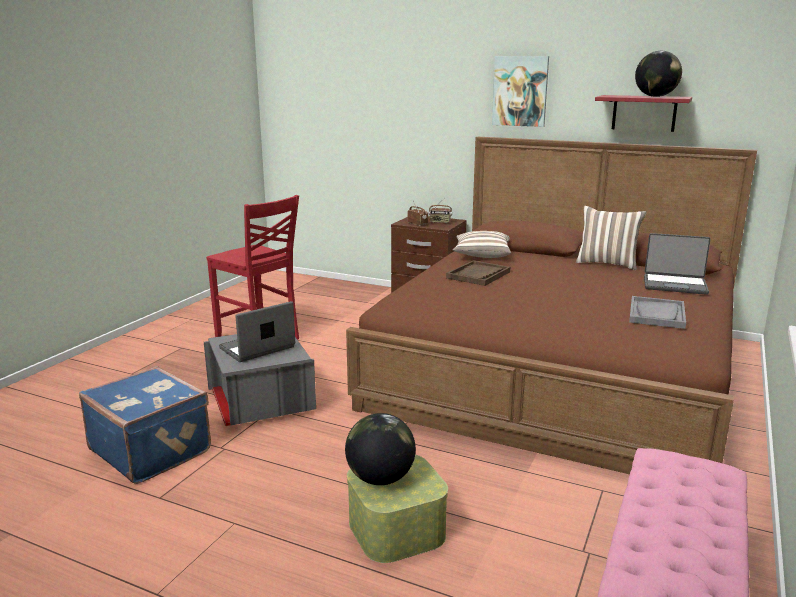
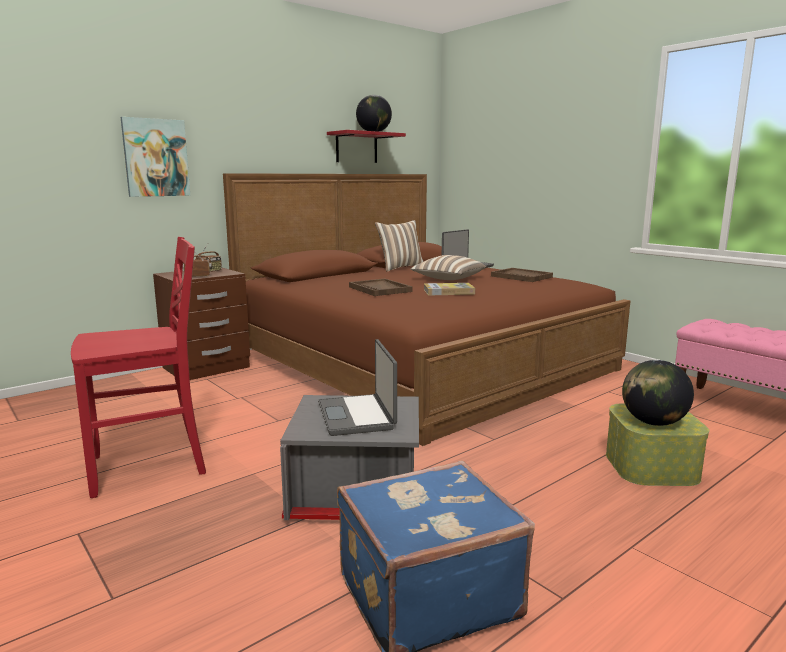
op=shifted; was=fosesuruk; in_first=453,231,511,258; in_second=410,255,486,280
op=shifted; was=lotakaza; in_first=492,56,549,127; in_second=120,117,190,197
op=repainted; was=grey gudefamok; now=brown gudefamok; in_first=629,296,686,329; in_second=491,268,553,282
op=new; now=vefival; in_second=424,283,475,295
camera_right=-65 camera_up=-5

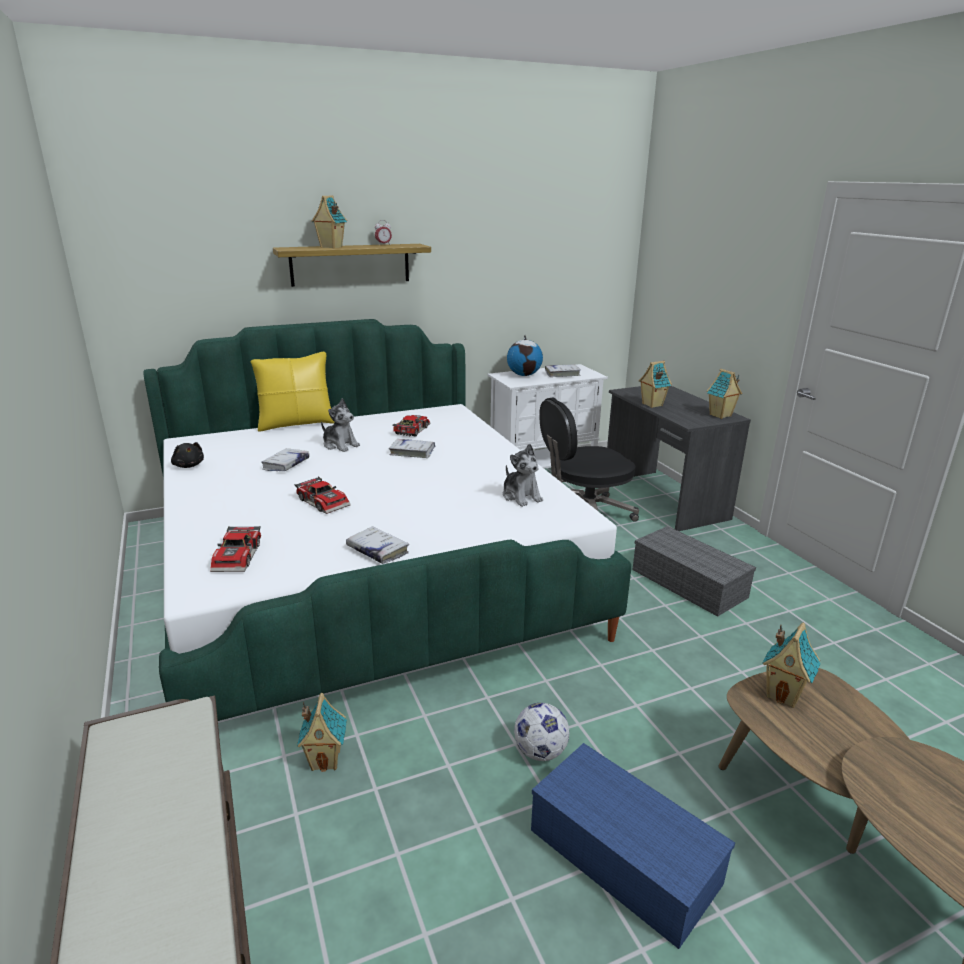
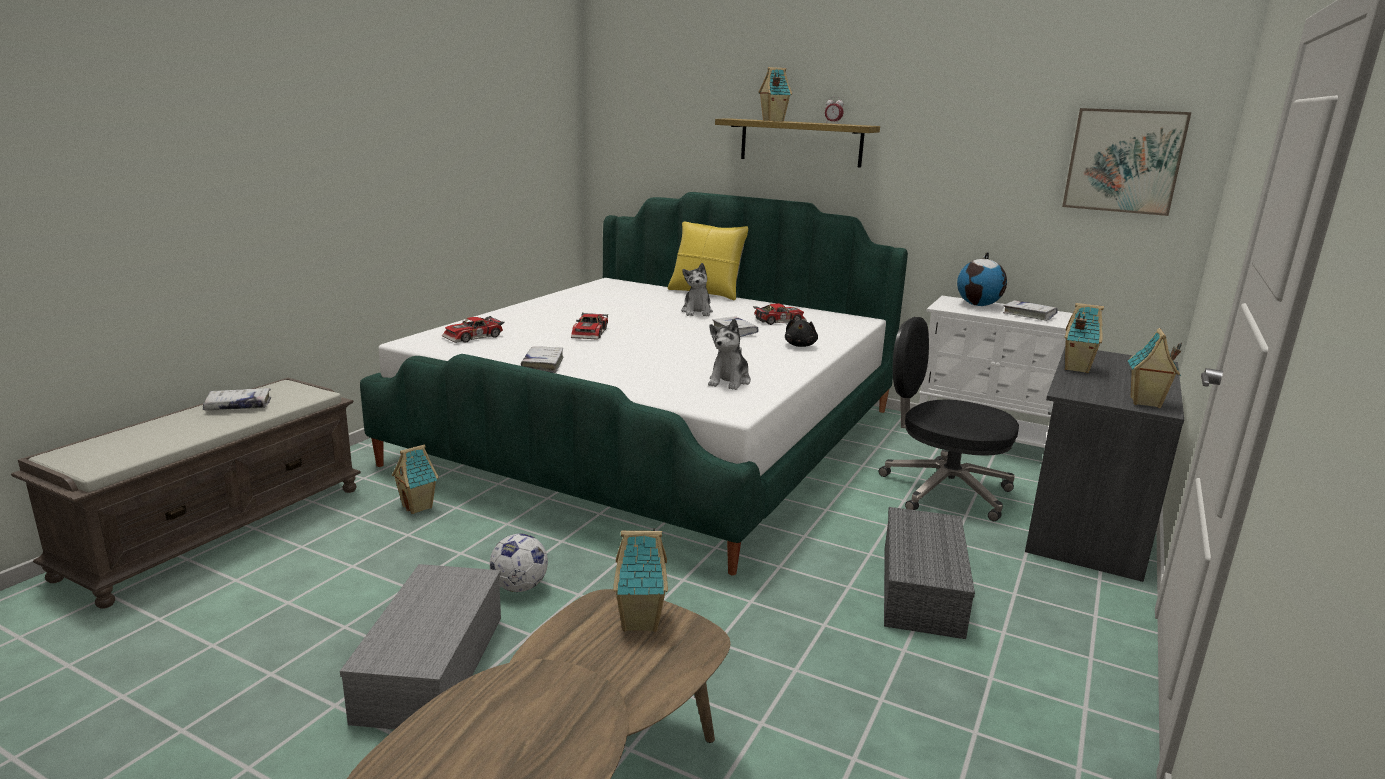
op=shifted; was=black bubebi; in_first=171,442,204,468; in_second=785,319,818,347
op=shifted; was=white vefival; in_first=262,448,310,471; in_second=203,388,271,410
op=repainted; was=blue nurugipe; now=grey nurugipe; in_first=531,743,735,949; in_second=340,564,501,729
op=new; now=lotakaza; in_second=1062,108,1192,216
camera_right=50 camera_up=-5

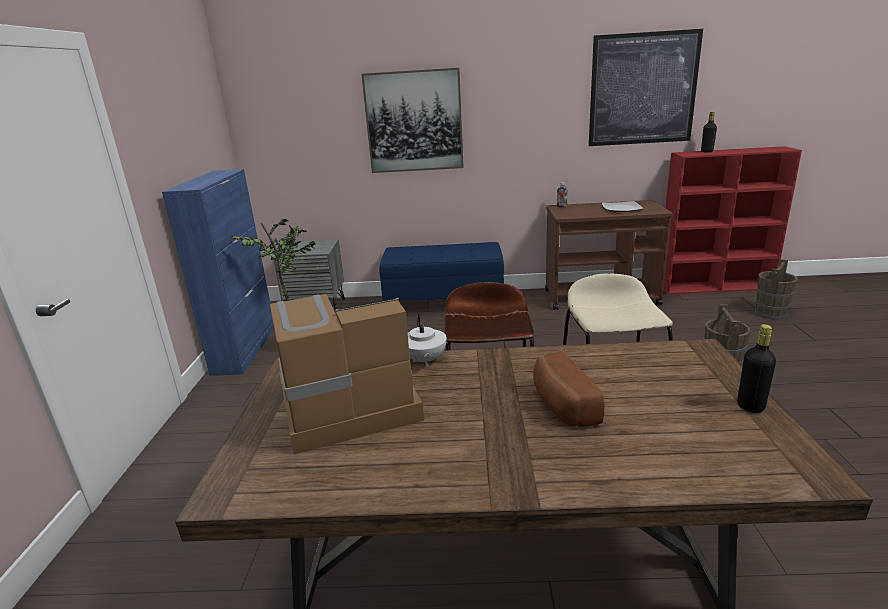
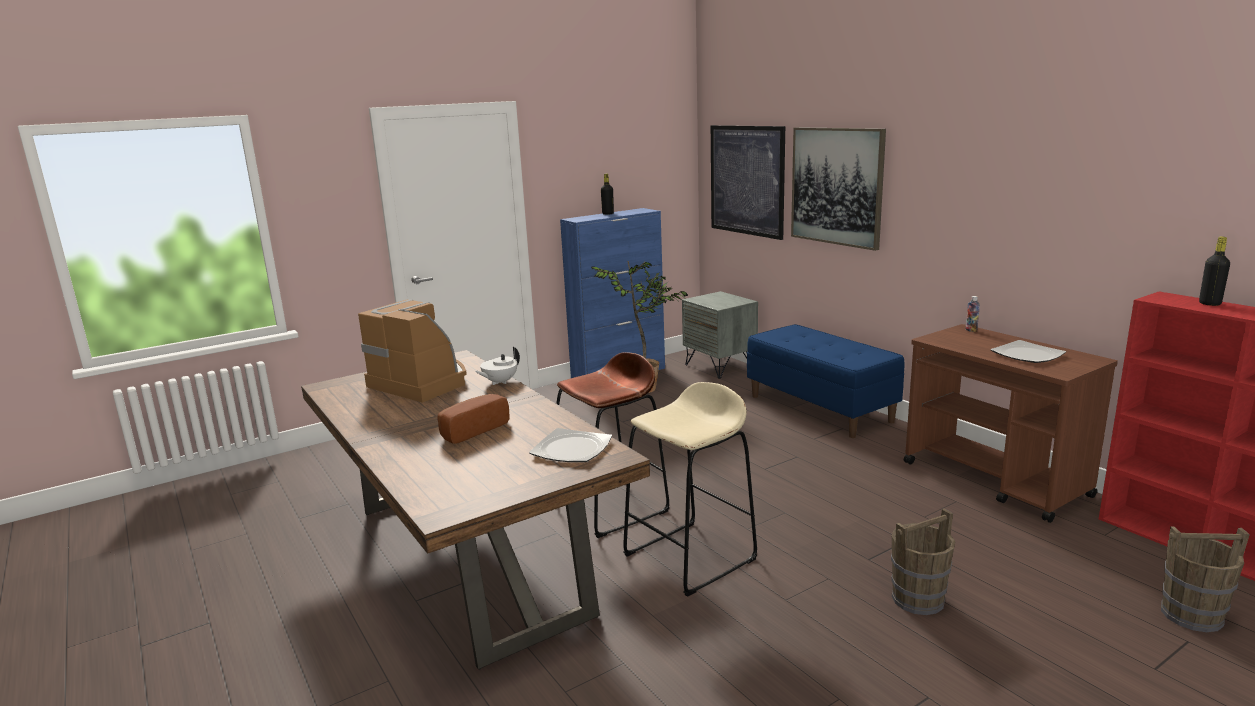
op=shifted; was=lotakaza; in_first=589,29,703,146; in_second=711,125,785,240
op=shifted; was=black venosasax; in_first=737,324,776,413; in_second=601,174,614,215
op=new; now=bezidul; in_second=529,428,612,462
camera_right=55 camera_up=-5

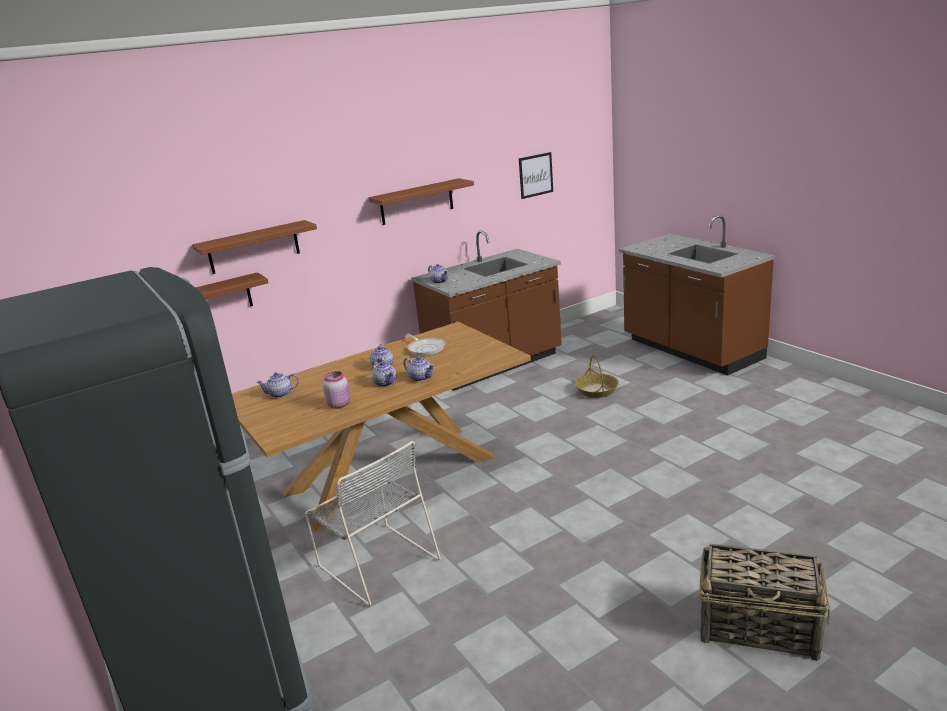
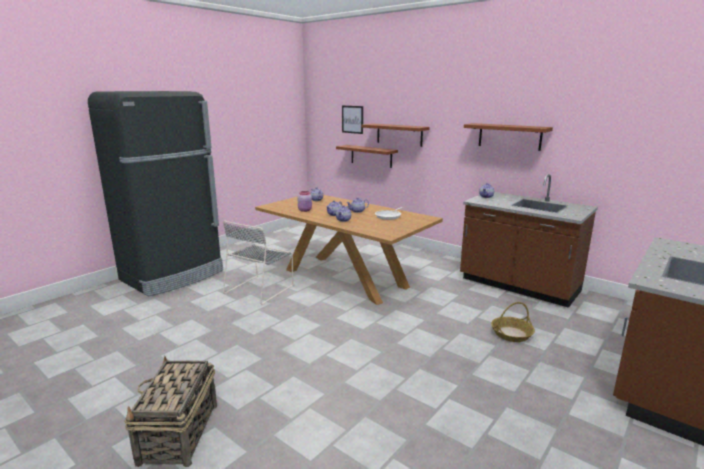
op=shifted; was=lotakaza; in_first=519,152,553,199; in_second=342,106,363,134
camera_right=70 camera_up=-5

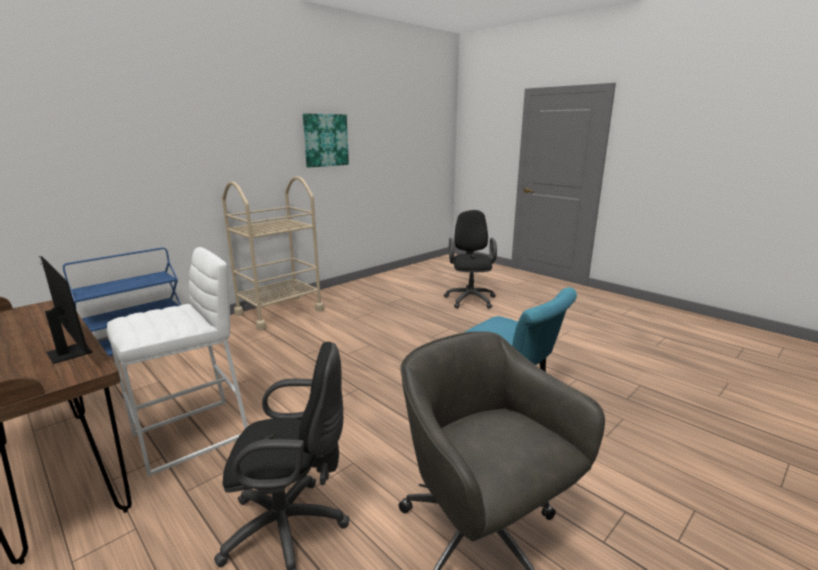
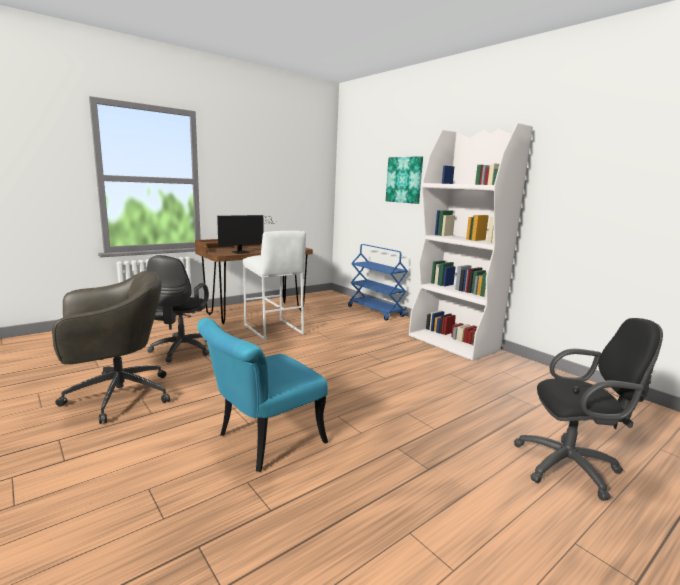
op=swapped; was=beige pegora; now=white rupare; in_first=222,176,324,330; in_second=409,123,533,361
op=shifted; was=lotakaza; in_first=303,114,349,168; in_second=386,156,423,204
camera_right=95 camera_up=-5

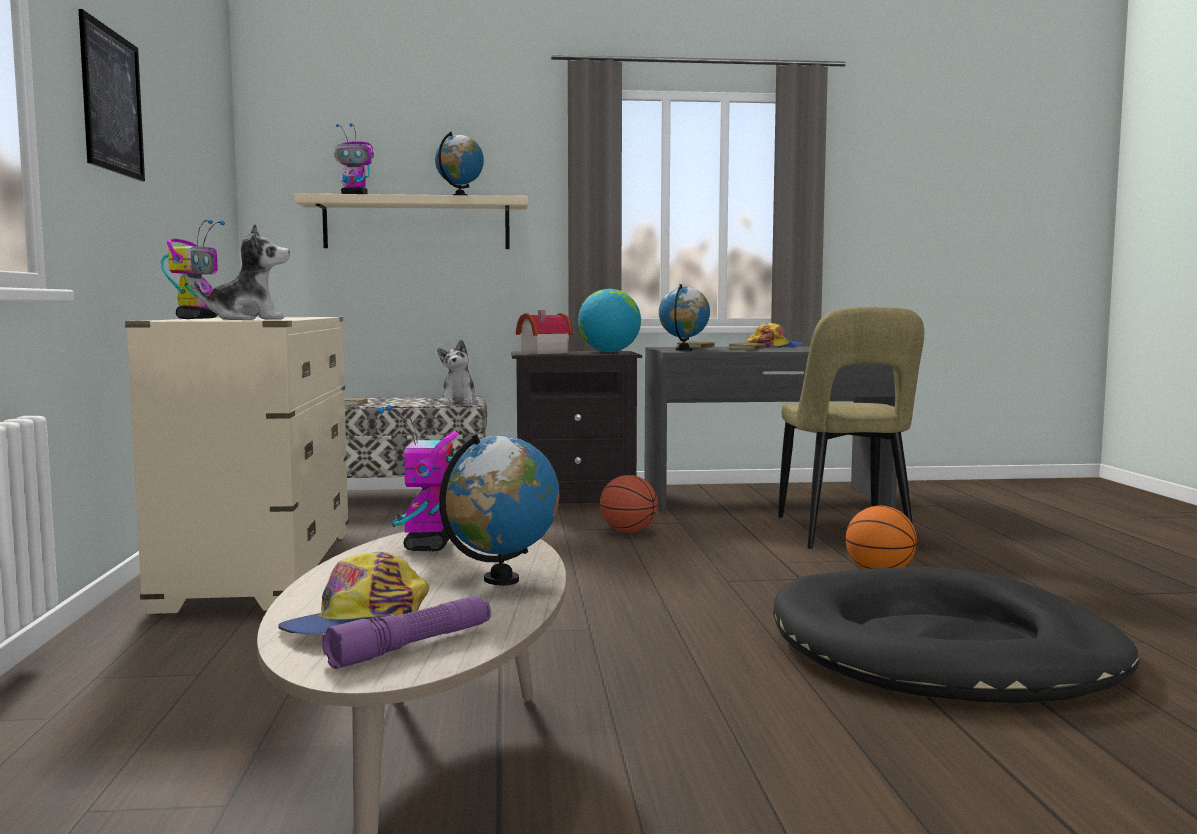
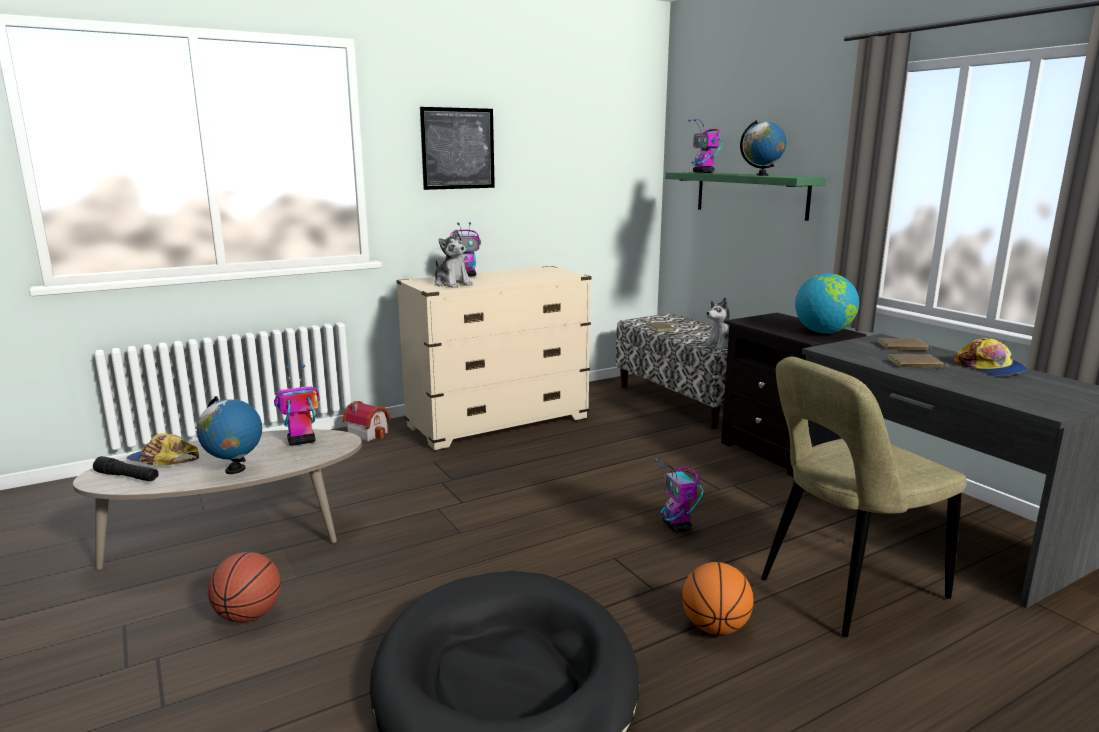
op=repainted; was=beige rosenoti; now=green rosenoti; in_first=294,193,528,249; in_second=665,172,826,221
op=repainted; was=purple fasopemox; now=black fasopemox; in_first=322,595,491,669; in_second=93,456,159,482
op=shifted; was=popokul; in_first=516,310,573,354; in_second=343,401,391,441
op=shifted; was=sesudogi; in_first=600,475,658,533; in_second=208,552,281,623
op=gone; was=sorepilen; in_first=659,284,710,351
op=new; now=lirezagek; in_second=654,458,704,532
camera_right=65 camera_up=10

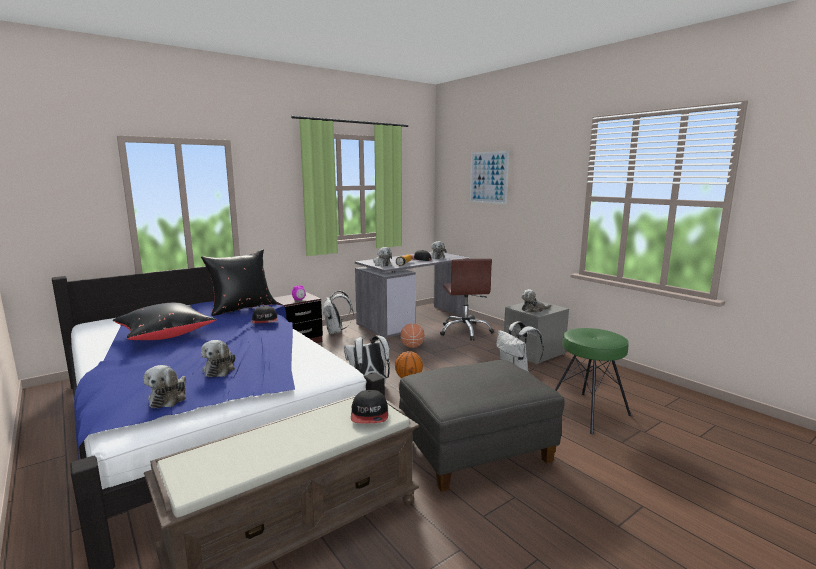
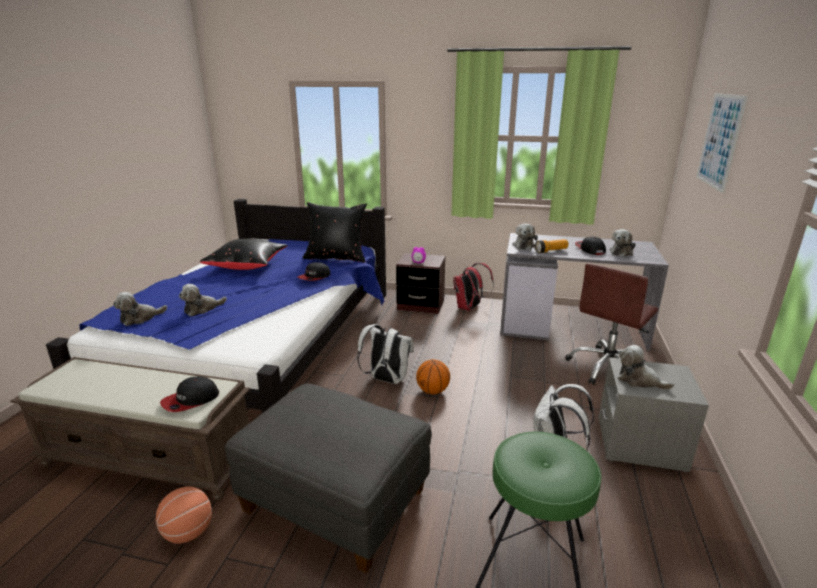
op=repainted; was=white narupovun; now=red narupovun; in_first=323,291,354,334; in_second=453,263,494,311
op=shifted; was=sesudogi; in_first=401,323,424,348; in_second=156,487,212,544
camera_right=50 camera_up=10

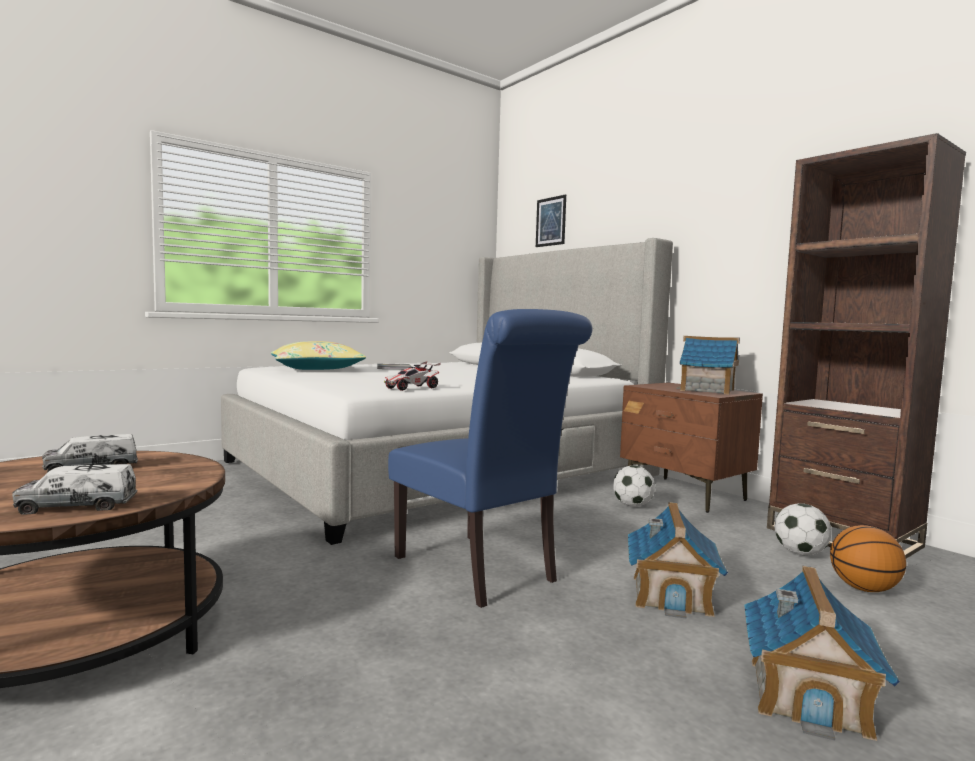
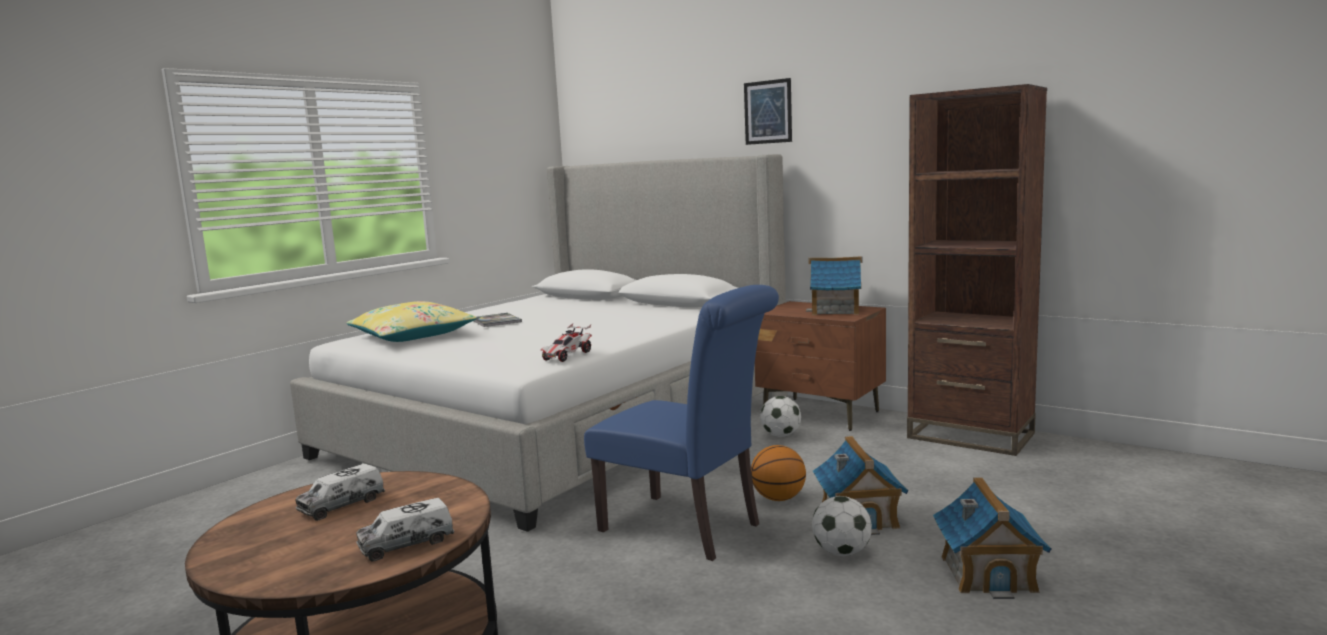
op=shifted; was=lotakaza; in_first=536,194,566,247; in_second=744,78,792,145
op=shifted; was=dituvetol; in_first=774,503,832,555; in_second=812,496,872,556
op=shifted; was=sesudogi; in_first=830,525,906,592; in_second=751,445,806,501
camera_right=-15 camera_up=5

